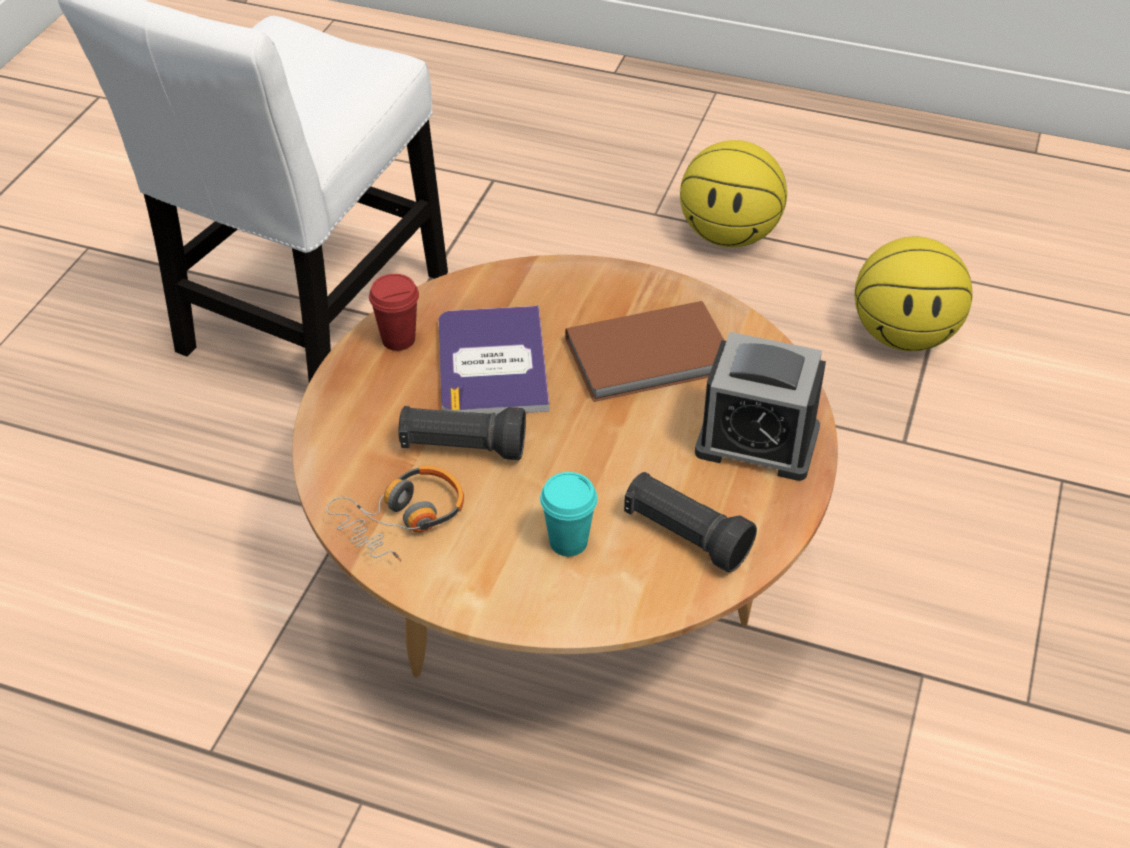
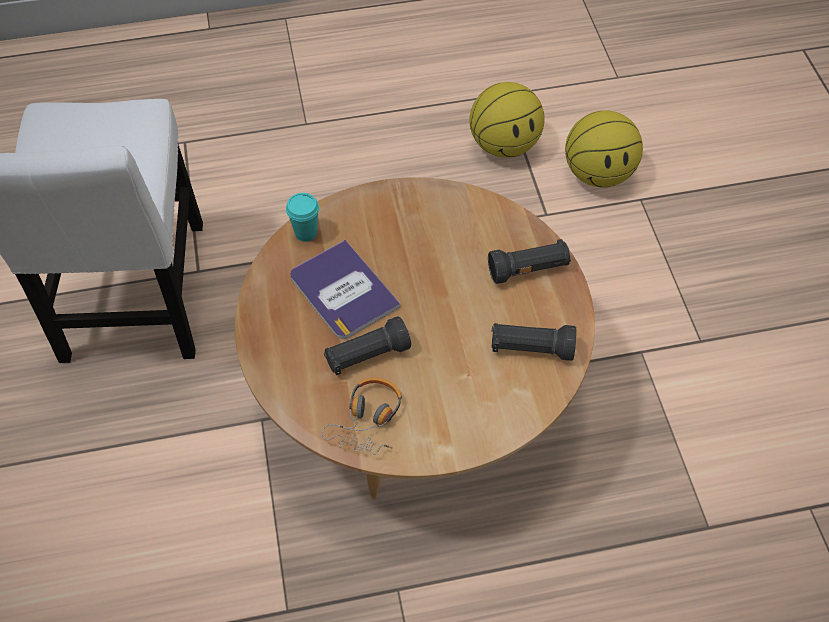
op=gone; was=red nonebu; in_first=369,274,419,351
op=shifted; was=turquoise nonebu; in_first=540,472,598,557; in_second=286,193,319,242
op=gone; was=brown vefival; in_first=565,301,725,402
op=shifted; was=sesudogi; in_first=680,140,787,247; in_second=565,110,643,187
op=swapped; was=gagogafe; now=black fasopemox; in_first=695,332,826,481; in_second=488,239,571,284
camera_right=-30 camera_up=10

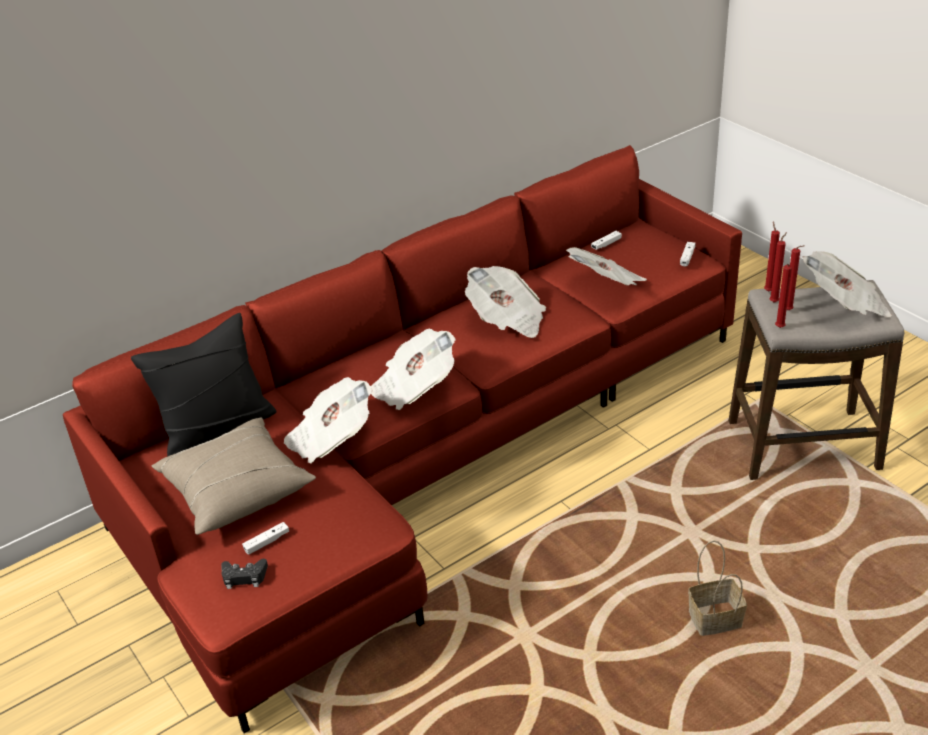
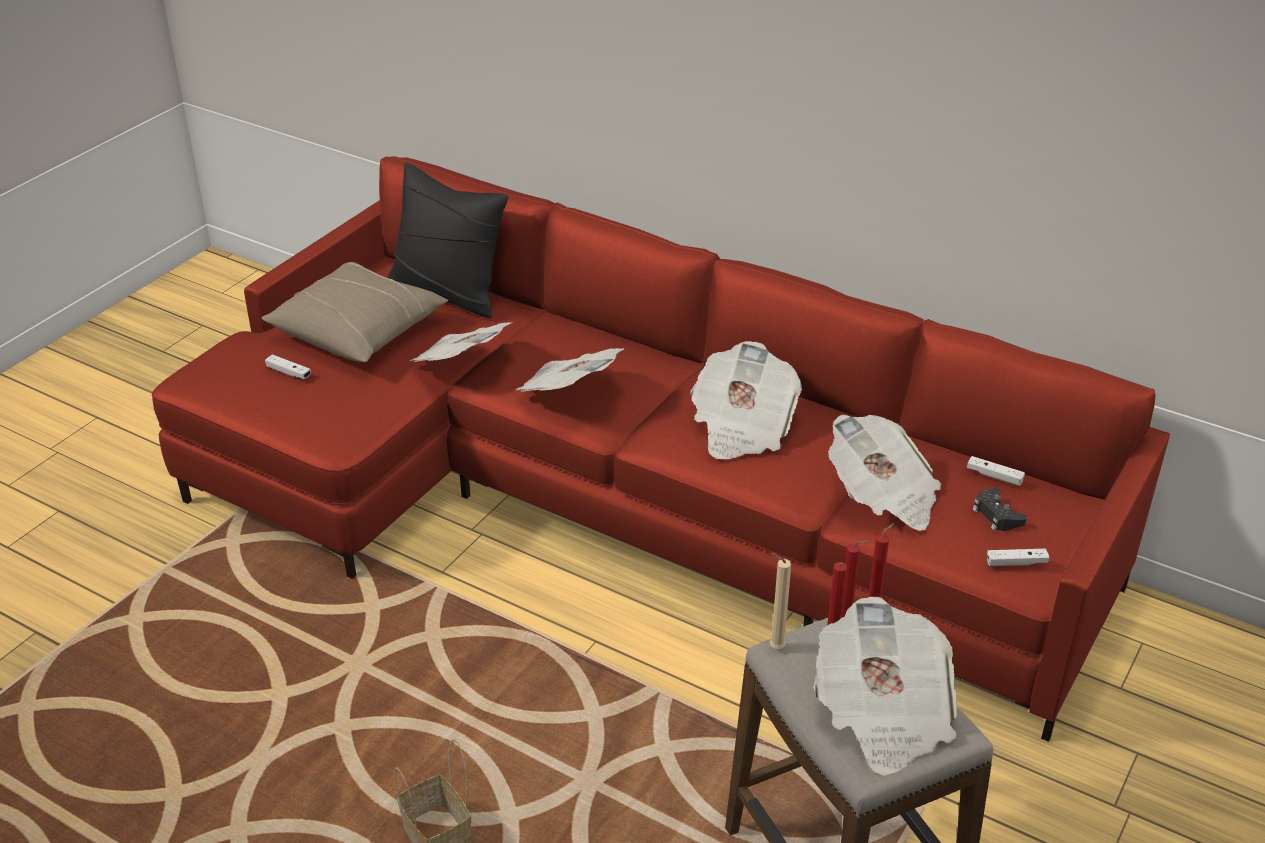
op=shifted; was=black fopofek; in_first=221,559,268,589; in_second=973,488,1027,531
op=repainted; was=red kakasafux; now=beige kakasafux; in_first=775,264,792,328; in_second=770,553,791,649
camera_right=65 camera_up=0

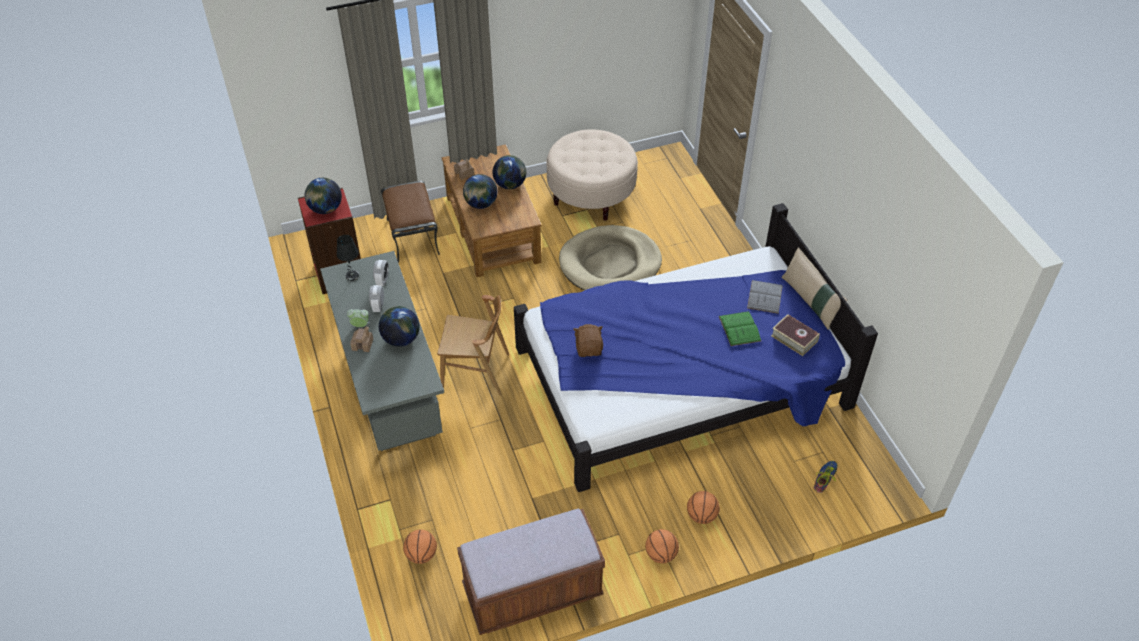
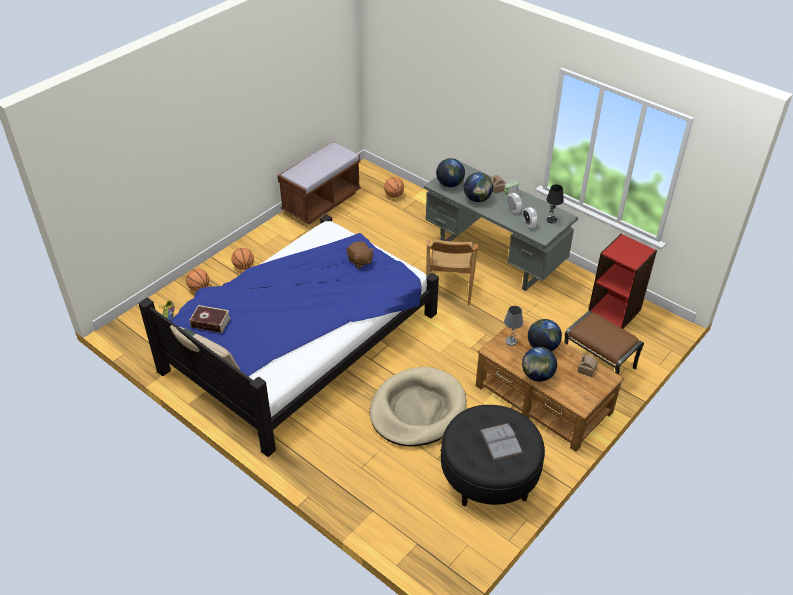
op=shifted; was=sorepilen; in_first=305,178,342,214; in_second=436,158,465,187
op=rotated; was=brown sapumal; in_first=437,295,509,396; in_second=426,239,478,305; clockwise=-60
op=repainted; was=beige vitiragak; now=black vitiragak; in_first=547,130,638,221; in_second=440,405,545,506
op=shifted; was=sesudogi; in_first=645,529,679,563; in_second=186,269,209,291
op=gone; was=green vefival; in_first=719,311,761,346
op=shifted; was=grey vefival; in_first=747,280,783,314; in_second=480,423,523,461
op=new; now=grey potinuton; in_second=504,306,523,346
camera_right=150 camera_up=-5

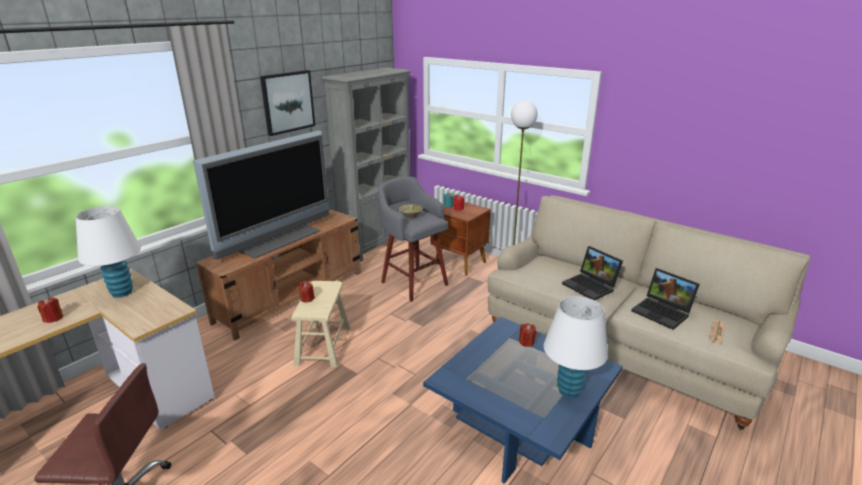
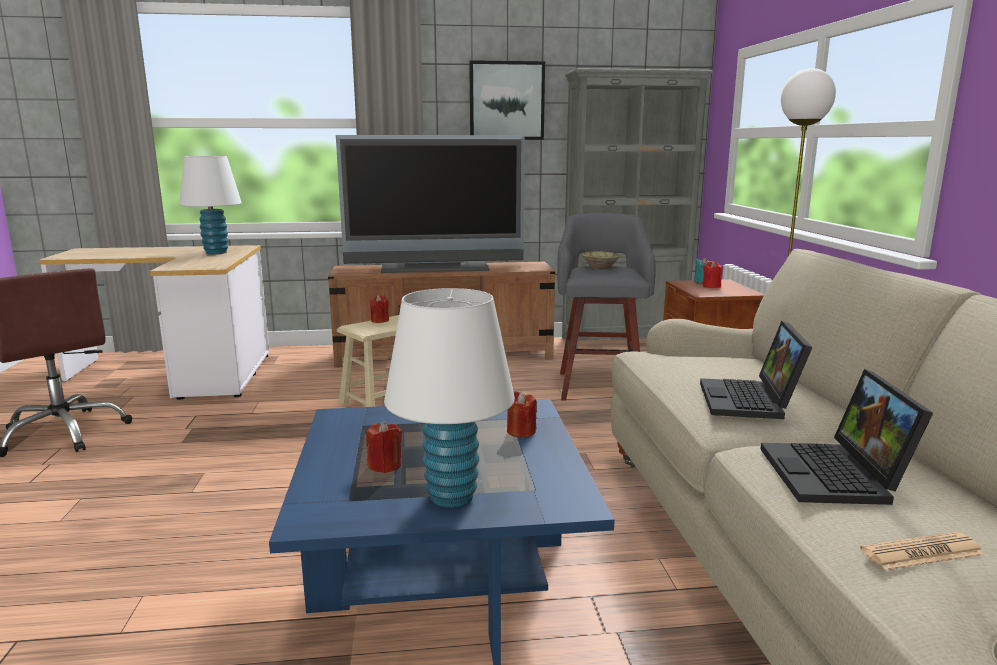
op=shifted; was=red kakasafux; in_first=38,297,63,323; in_second=366,421,402,473
camera_right=45 camera_up=-10

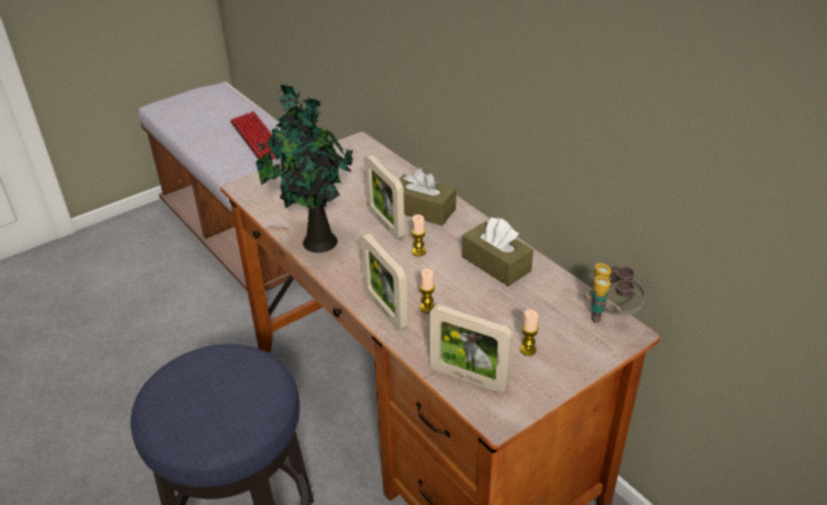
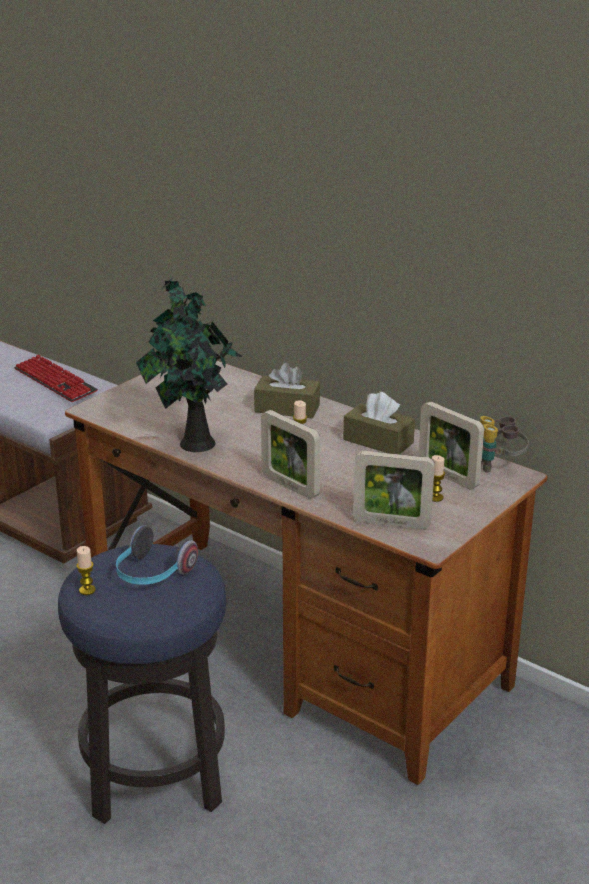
op=shifted; was=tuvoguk; in_first=364,154,405,240; in_second=418,402,484,490
op=shifted; was=kakasafux; in_first=419,268,435,313; in_second=77,546,96,595
op=new; now=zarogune; in_second=116,525,198,585
camera_right=-15 camera_up=-10

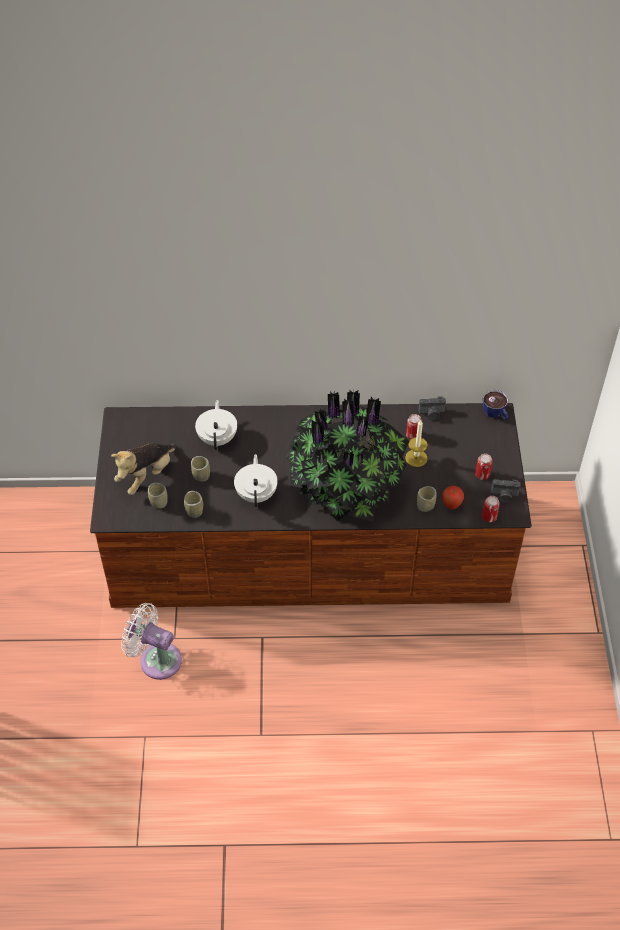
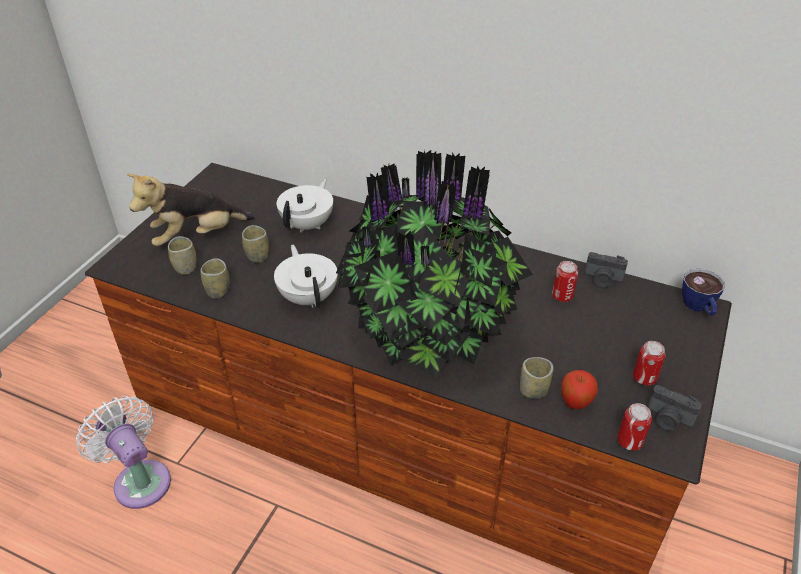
op=rotated; was=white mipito; in_first=234,454,278,508; in_second=274,245,338,308; clockwise=-45
op=gone; was=kakasafux; in_first=405,420,428,467
camera_right=25 camera_up=-10

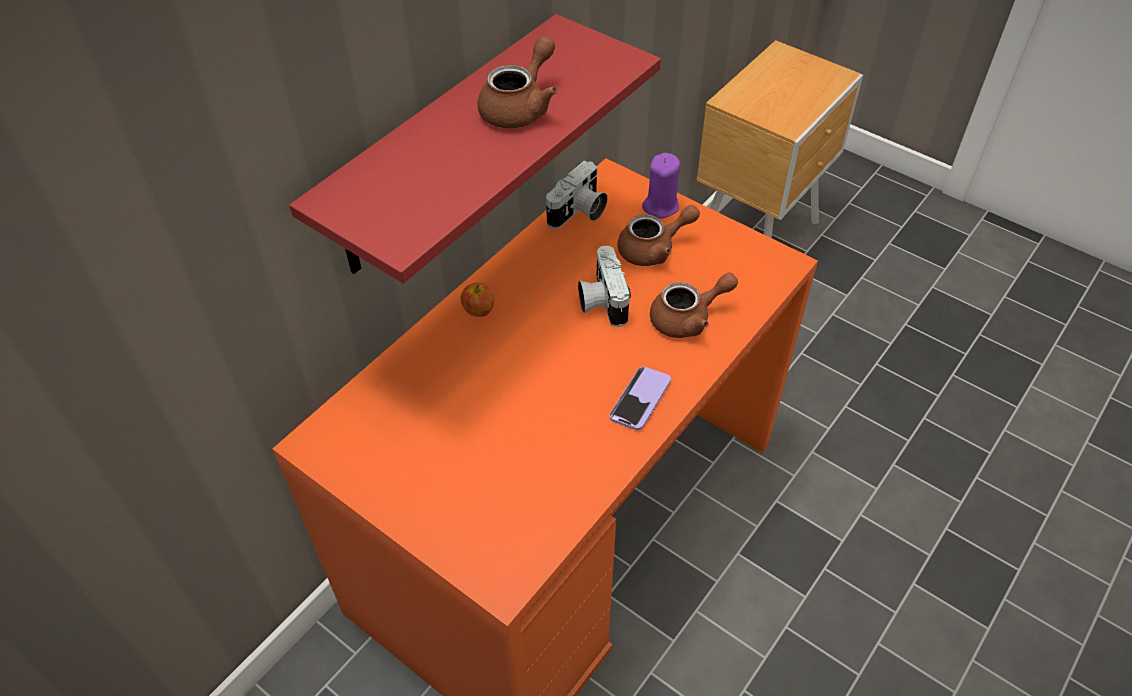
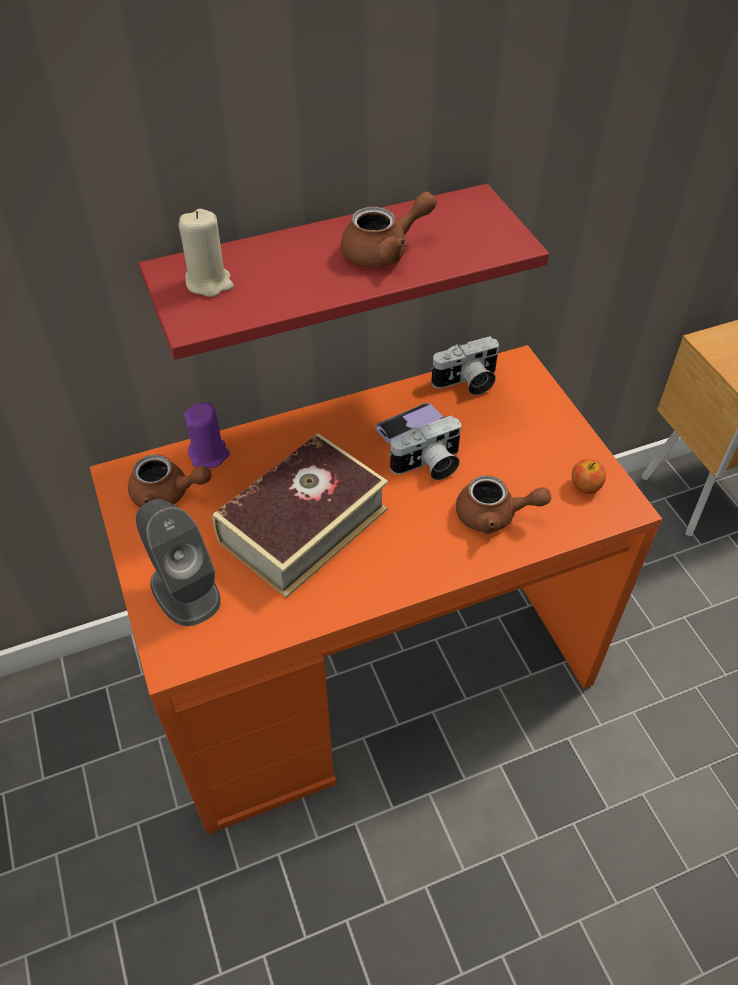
op=shifted; was=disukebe; in_first=461,283,494,317; in_second=572,459,606,494
op=rotated; was=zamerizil; in_first=578,246,631,327; in_second=389,415,461,480; clockwise=-135
op=shifted; was=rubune; in_first=610,367,671,430; in_second=375,403,443,444
op=shifted; was=brown mipito; in_first=618,205,700,266; in_second=128,455,211,507
op=shifted; was=purple kakasafux; in_first=642,152,681,219; in_second=184,403,230,468
op=new; now=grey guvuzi; in_second=136,499,221,626
op=new; now=beige kakasafux; in_second=179,209,233,297
op=new; now=vefival; in_second=212,433,388,598
camera_right=30 camera_up=0

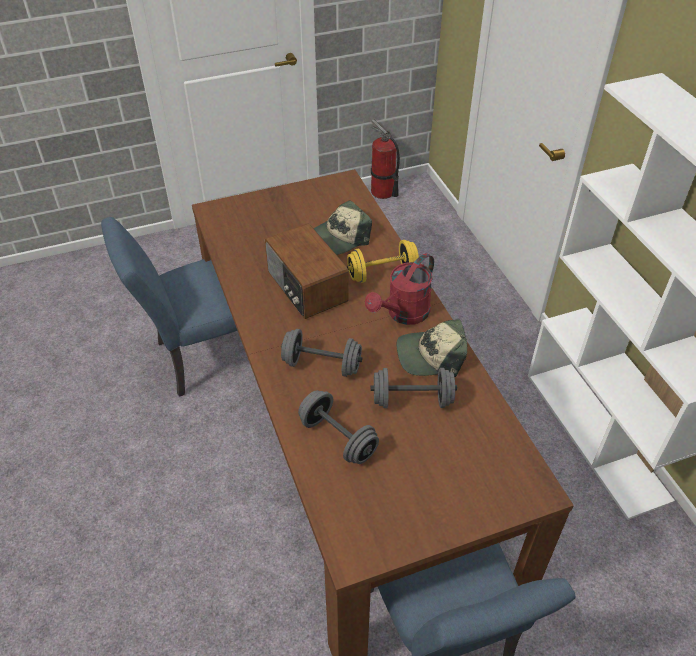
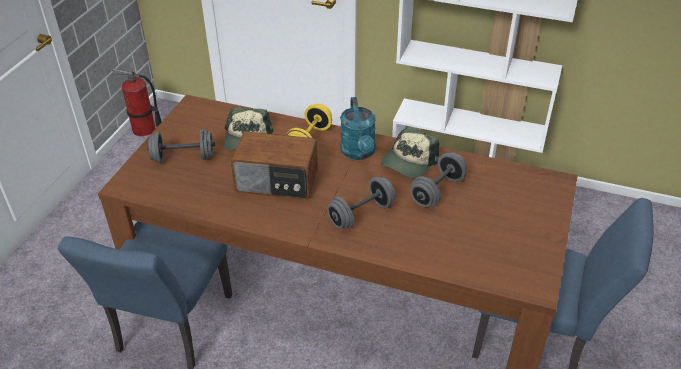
op=shifted; was=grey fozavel; in_first=298,390,379,464; in_second=147,129,215,163
op=repainted; was=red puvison; now=turquoise puvison; in_first=365,253,434,325; in_second=340,97,376,160
camera_right=-50 camera_up=-5

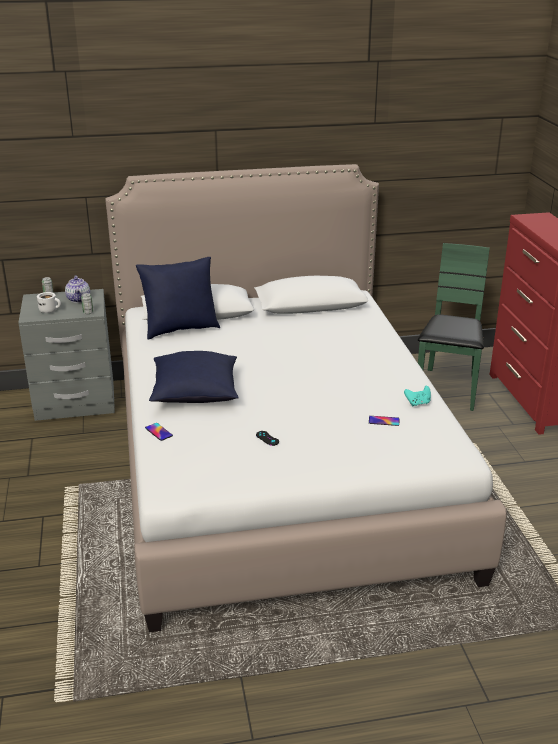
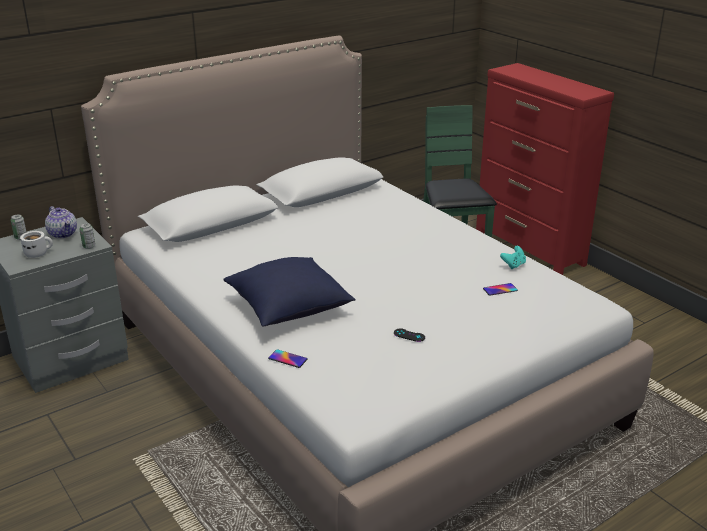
op=gone; was=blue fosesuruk; in_first=136,257,220,339
camera_right=-25 camera_up=0

